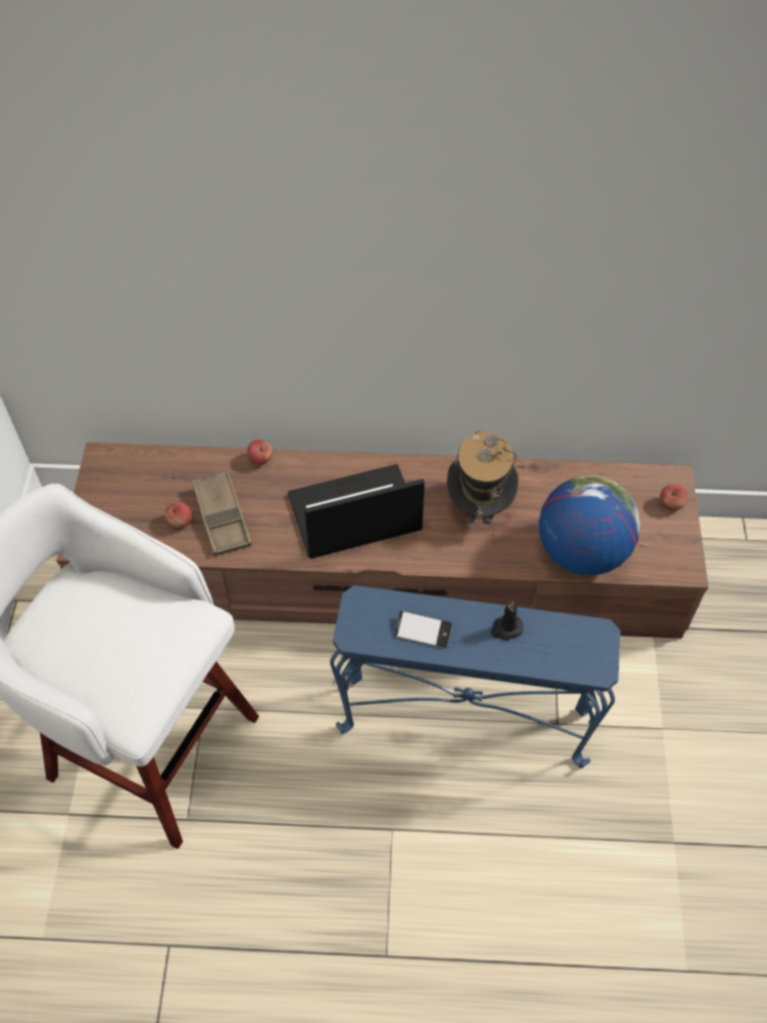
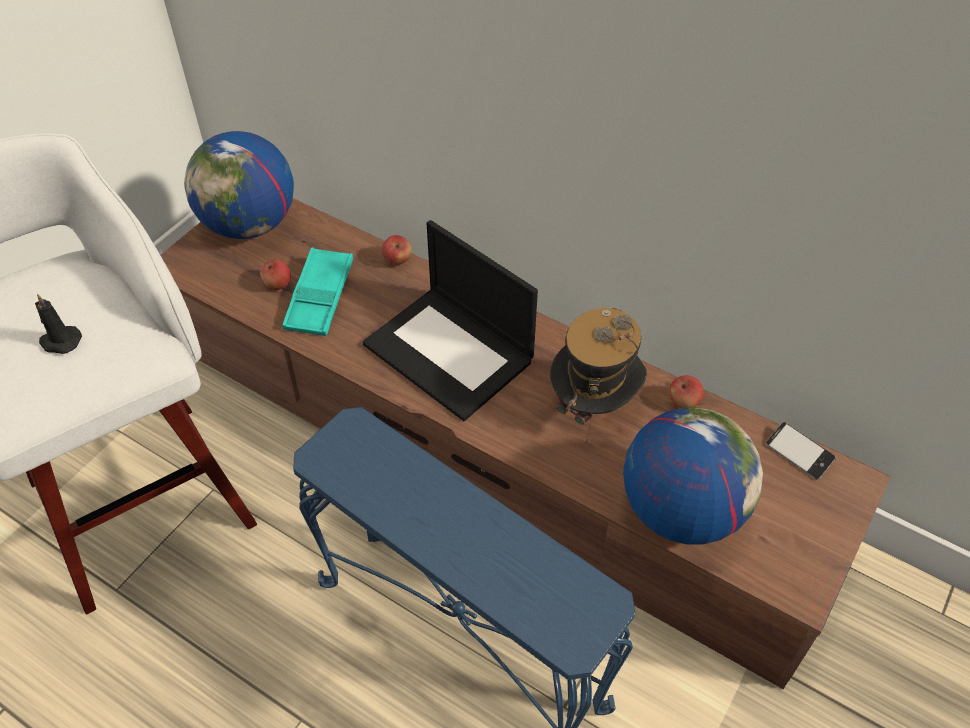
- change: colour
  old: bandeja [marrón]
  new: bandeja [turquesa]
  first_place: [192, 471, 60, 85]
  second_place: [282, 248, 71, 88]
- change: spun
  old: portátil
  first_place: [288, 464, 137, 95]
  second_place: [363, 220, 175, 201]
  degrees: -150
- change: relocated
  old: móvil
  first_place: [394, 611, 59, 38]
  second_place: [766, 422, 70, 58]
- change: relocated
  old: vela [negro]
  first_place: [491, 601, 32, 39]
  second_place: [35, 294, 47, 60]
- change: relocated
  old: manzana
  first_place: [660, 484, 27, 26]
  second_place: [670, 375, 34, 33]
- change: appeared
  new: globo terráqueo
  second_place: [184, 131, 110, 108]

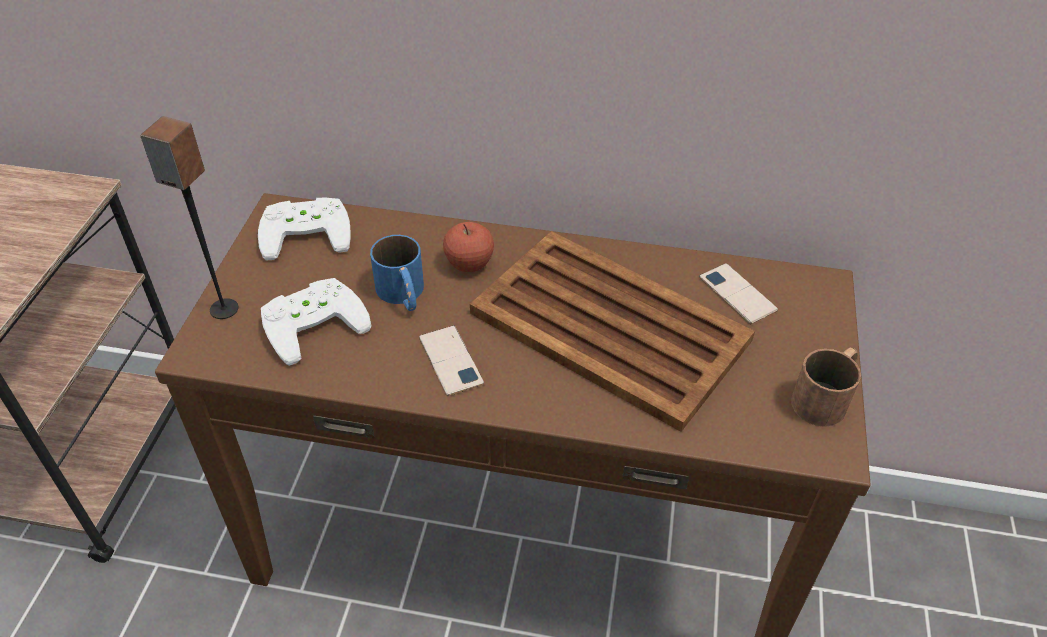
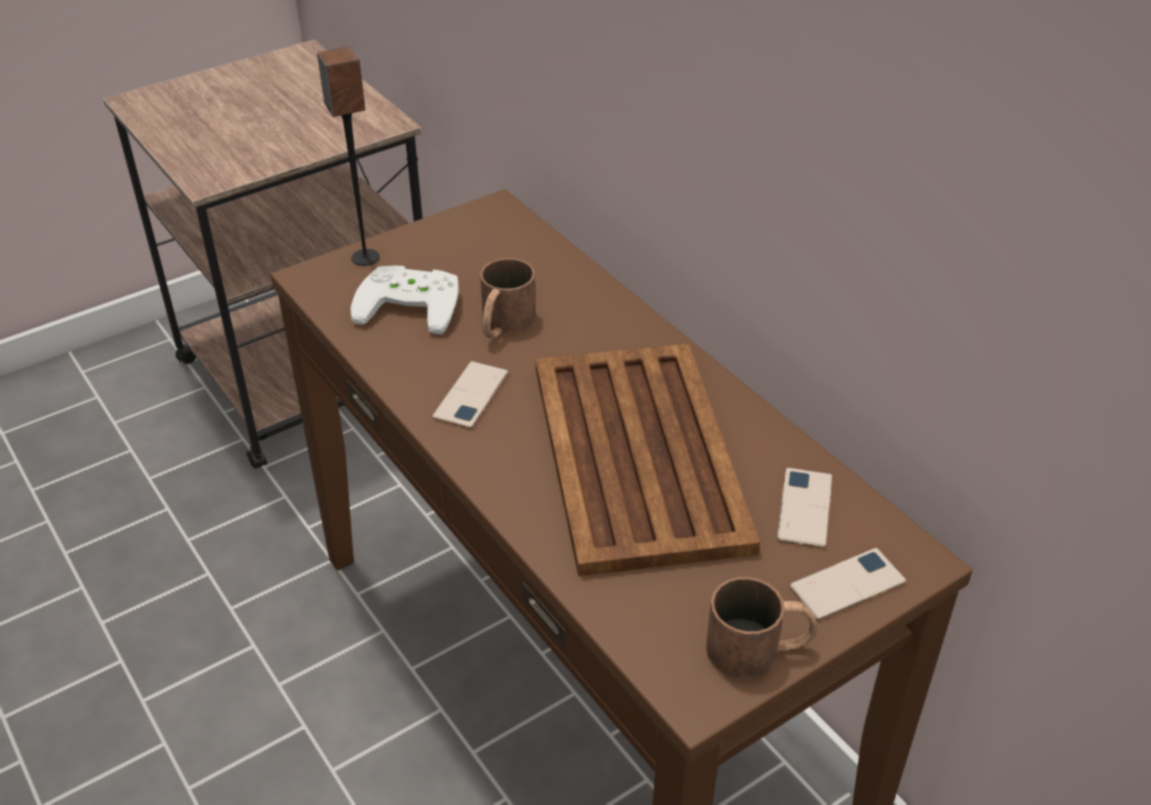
- change: missing
  old: mando de consola [blanco]
  first_place: [258, 197, 93, 64]
- change: colour
  old: taza grande [azul]
  new: taza grande [marrón]
  first_place: [370, 235, 54, 76]
  second_place: [480, 258, 56, 81]
- change: missing
  old: manzana
  first_place: [443, 222, 51, 50]
- change: appeared
  new: móvil
  second_place: [789, 548, 118, 72]

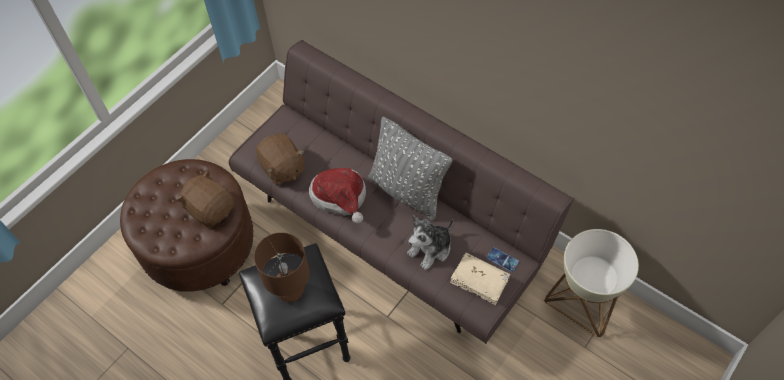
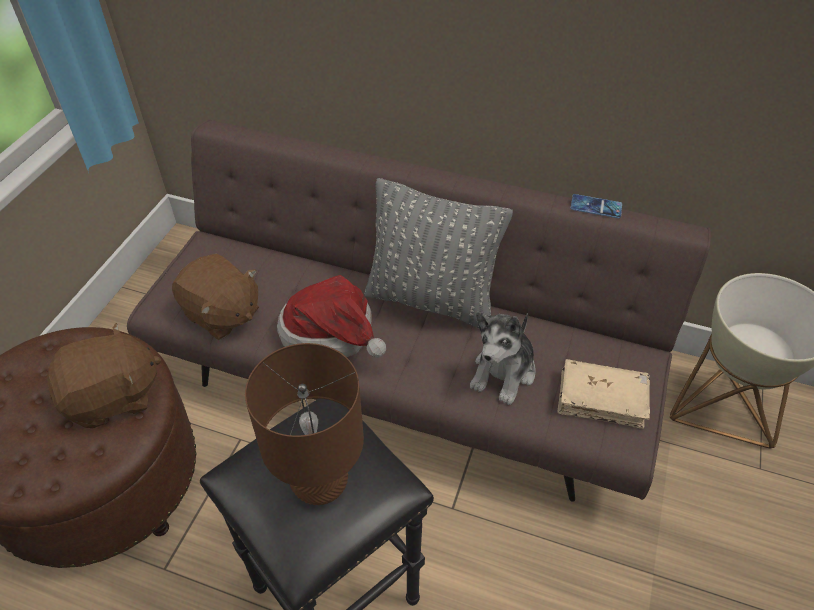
- change: spun
  old: peluche [marrón]
  first_place: [176, 170, 59, 59]
  second_place: [47, 323, 114, 105]
  degrees: 135
- change: relocated
  old: móvil
  first_place: [486, 247, 33, 25]
  second_place: [570, 194, 52, 24]

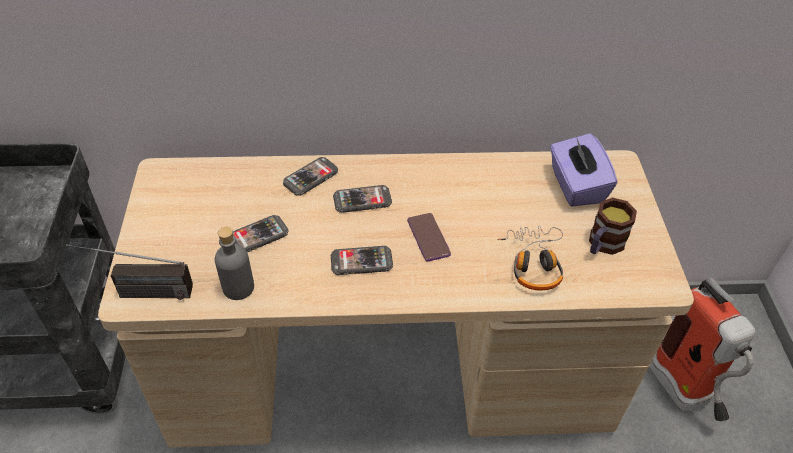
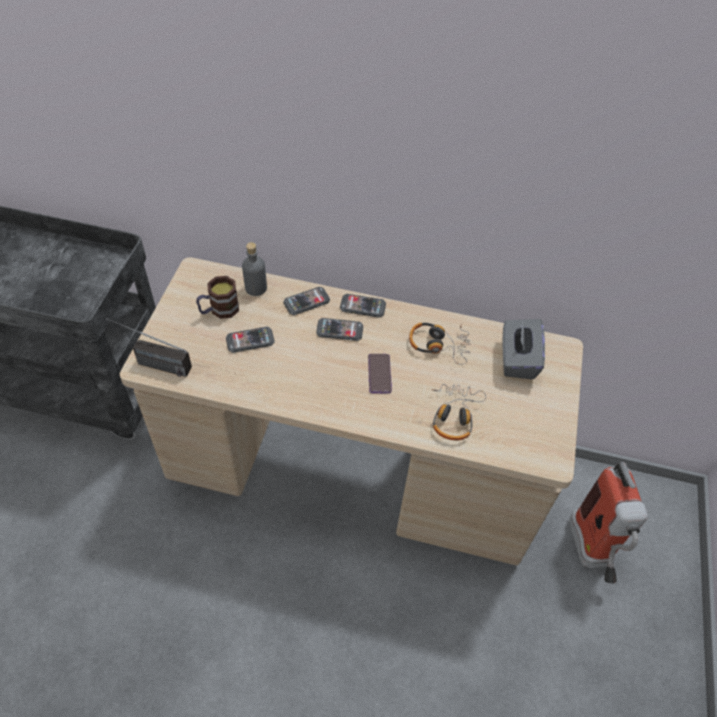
- change: relocated
  old: botella [gris]
  first_place: [215, 227, 39, 73]
  second_place: [242, 242, 25, 54]
- change: relocated
  old: móvil
  first_place: [331, 246, 62, 29]
  second_place: [340, 294, 46, 24]
- change: colour
  old: caja de pañuelos [morado]
  new: caja de pañuelos [gris]
  first_place: [550, 133, 67, 74]
  second_place: [503, 319, 42, 60]
- change: relocated
  old: taza grande
  first_place: [589, 198, 48, 57]
  second_place: [196, 276, 43, 43]
- change: appeared
  new: auriculares
  second_place: [409, 322, 61, 43]

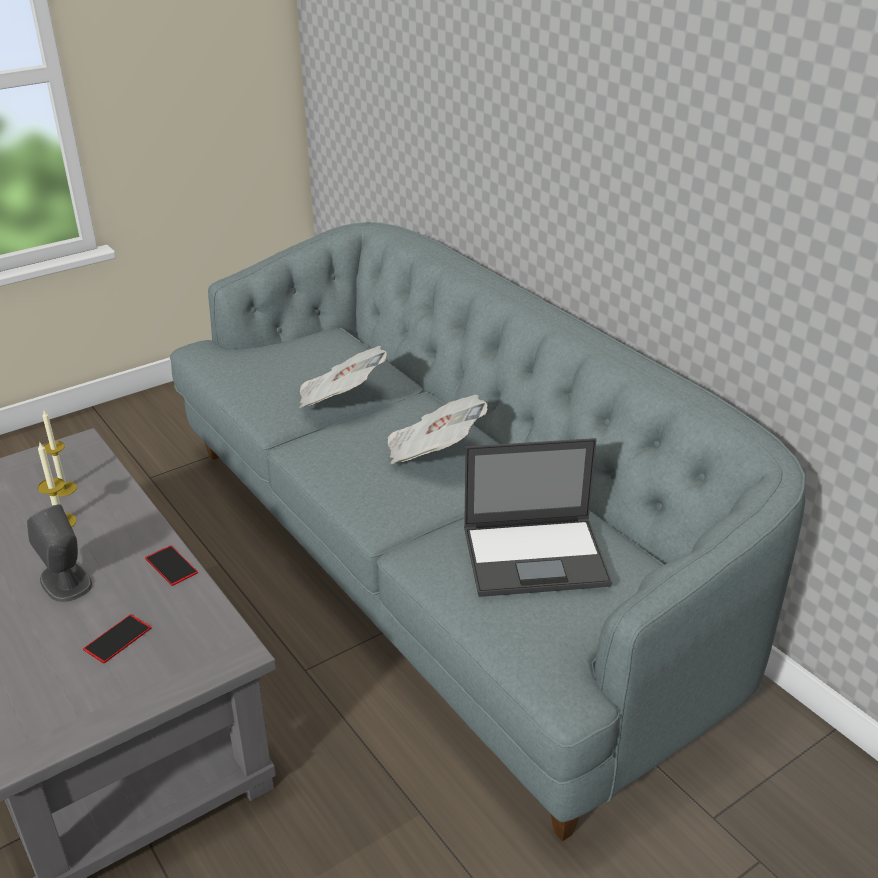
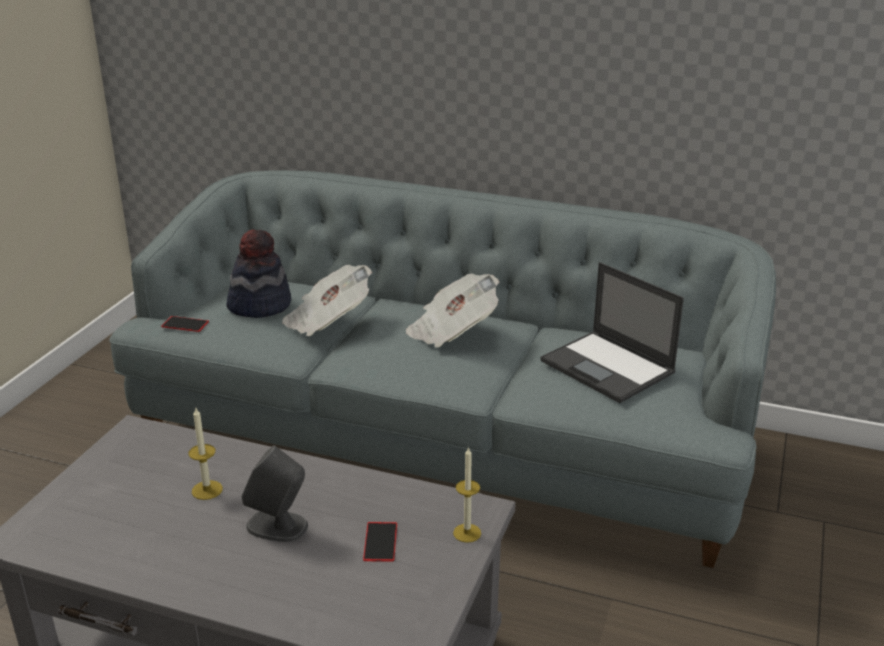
- change: relocated
  old: vela
  first_place: [42, 411, 35, 86]
  second_place: [453, 447, 28, 96]
- change: relocated
  old: móvil
  first_place: [145, 545, 53, 41]
  second_place: [161, 316, 48, 16]
- change: spun
  old: portátil
  first_place: [464, 438, 148, 159]
  second_place: [540, 262, 144, 141]
  degrees: 90
- change: appeared
  new: sombrero
  second_place: [226, 229, 65, 89]

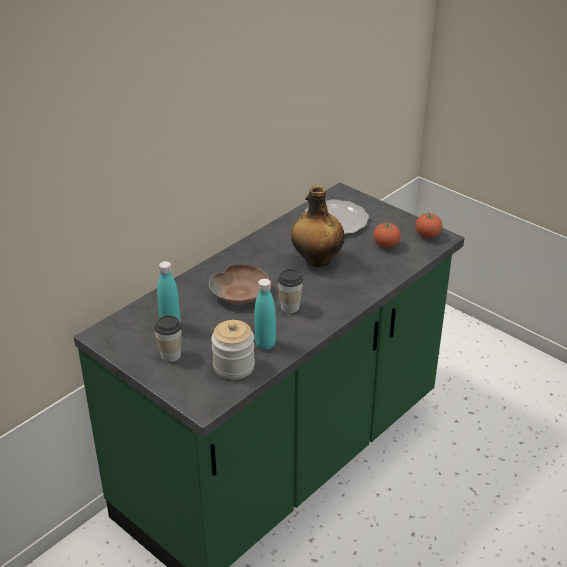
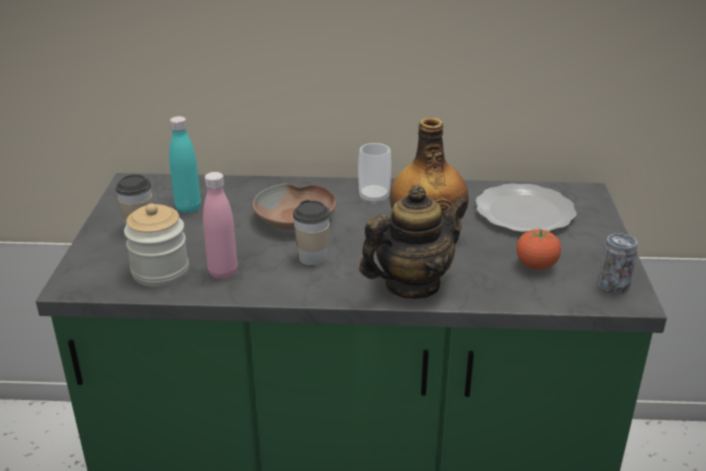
- change: colour
  old: botella [turquesa]
  new: botella [rosa]
  first_place: [254, 278, 22, 72]
  second_place: [203, 172, 35, 108]
- change: exchanged
  old: tomate
  new: lata
  first_place: [415, 212, 27, 26]
  second_place: [597, 233, 41, 61]
- change: appeared
  new: taza
  second_place: [358, 143, 33, 61]
- change: appeared
  new: tetera
  second_place: [359, 185, 108, 114]

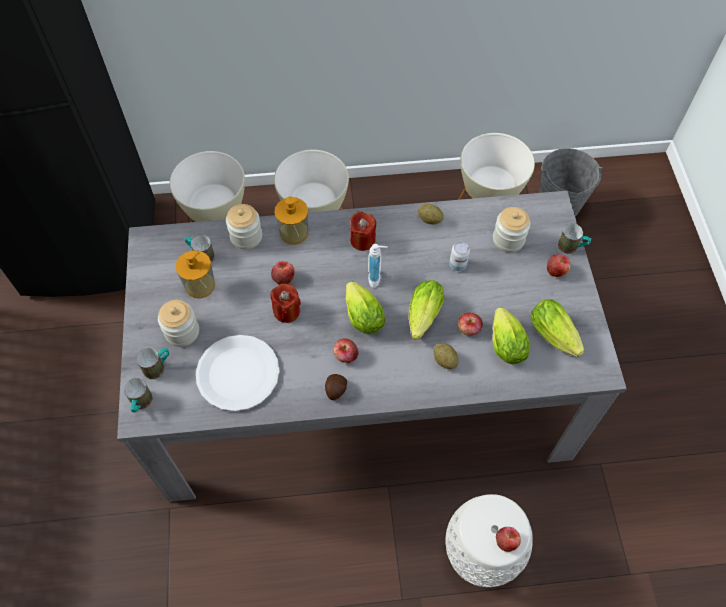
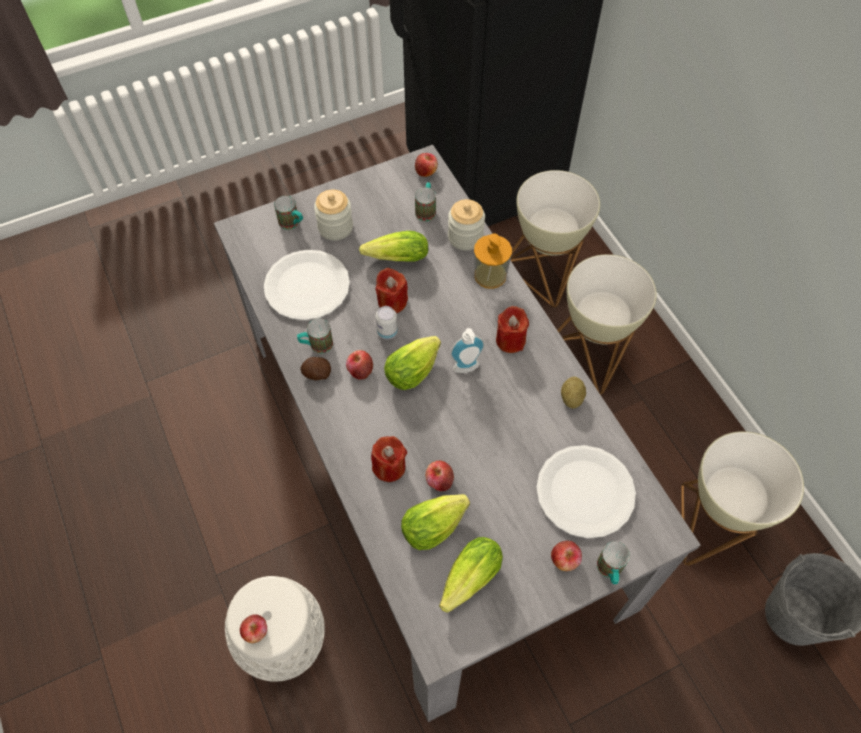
- change: relocated
  old: taza grande
  first_place: [124, 378, 29, 35]
  second_place: [297, 318, 36, 36]
- change: missing
  old: dispensador de jabón
  first_place: [175, 250, 40, 48]
- change: relocated
  old: manzana
  first_place: [271, 261, 24, 24]
  second_place: [415, 153, 23, 24]
- change: relocated
  old: lechuga
  first_place: [409, 280, 36, 60]
  second_place: [359, 231, 69, 31]
- change: exchanged
  old: patata
  new: vela [rojo]
  first_place: [434, 343, 25, 26]
  second_place: [371, 436, 36, 46]
- change: relocated
  old: lata
  first_place: [449, 242, 21, 29]
  second_place: [376, 306, 22, 34]
- change: exchanged
  old: tarro
  new: plato [blanco]
  first_place: [493, 207, 37, 46]
  second_place: [536, 445, 100, 93]

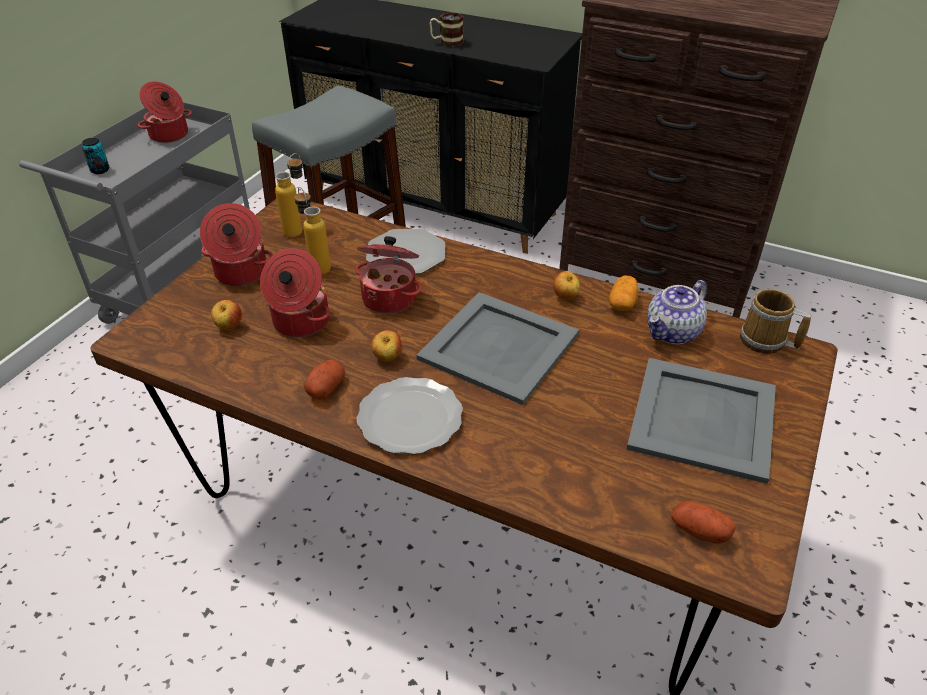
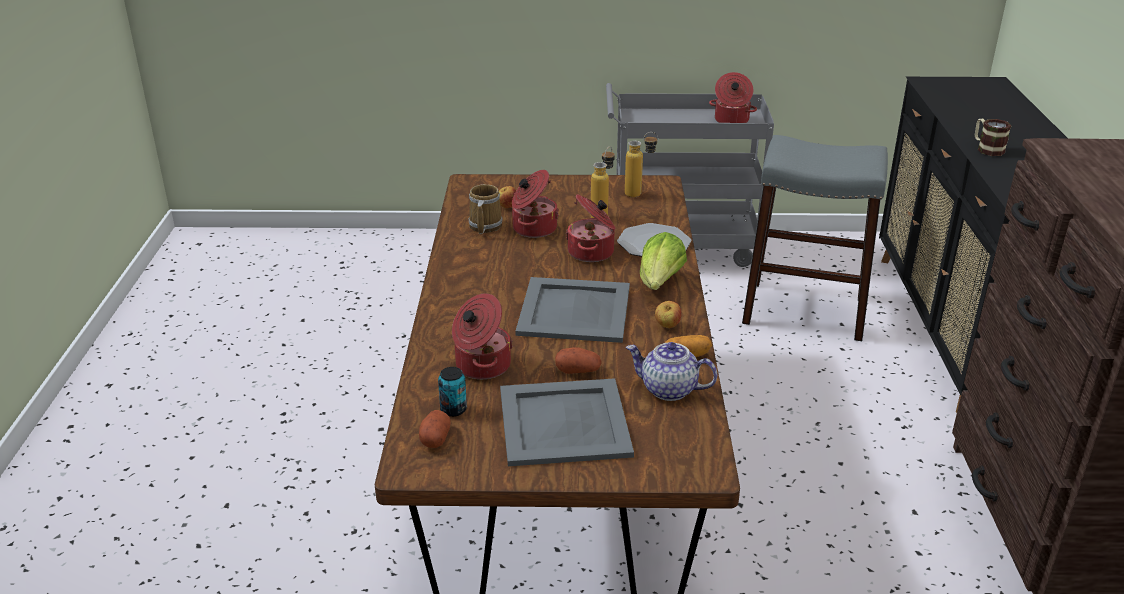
- change: relocated
  old: lata
  first_place: [82, 138, 27, 36]
  second_place: [438, 367, 29, 50]
- change: relocated
  old: olla
  first_place: [200, 203, 73, 83]
  second_place: [452, 293, 61, 86]
- change: relocated
  old: patata
  first_place: [304, 360, 41, 40]
  second_place: [555, 347, 46, 27]
- change: missing
  old: plato
  first_place: [356, 377, 107, 77]
- change: missing
  old: manzana
  first_place: [372, 330, 30, 31]
- change: relocated
  old: taza grande
  first_place: [740, 289, 71, 65]
  second_place: [468, 184, 35, 50]
- change: appeared
  new: lechuga
  second_place: [640, 232, 47, 58]

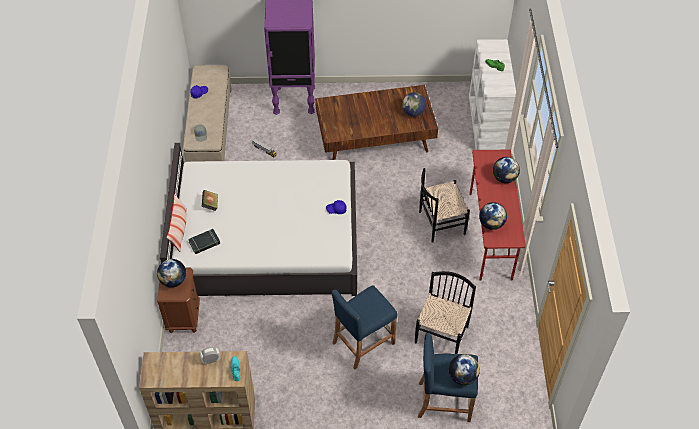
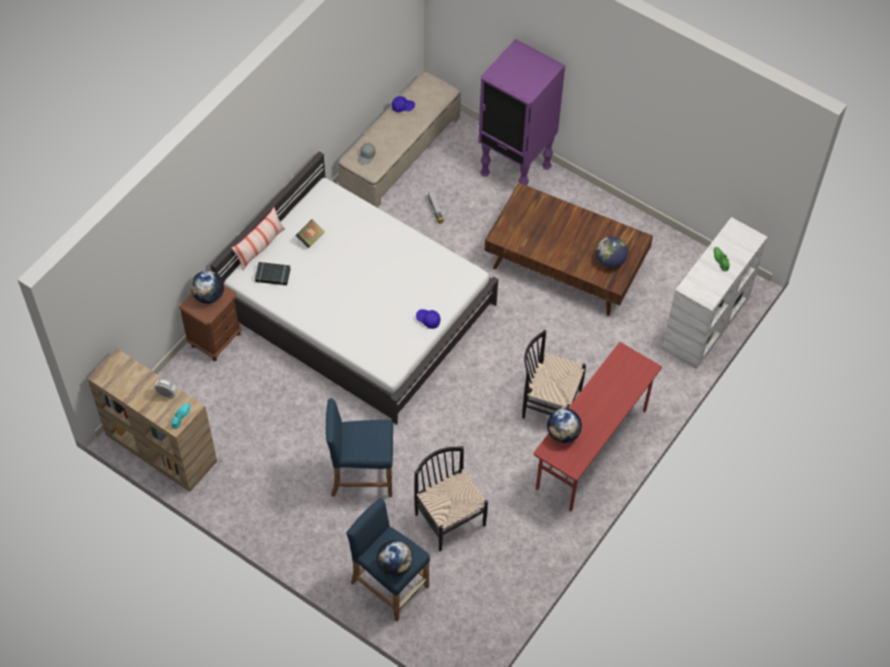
- change: spun
  old: silla [negro]
  first_place: [415, 271, 61, 83]
  second_place: [414, 446, 74, 105]
  degrees: -90
- change: missing
  old: globo terráqueo
  first_place: [493, 157, 27, 26]

